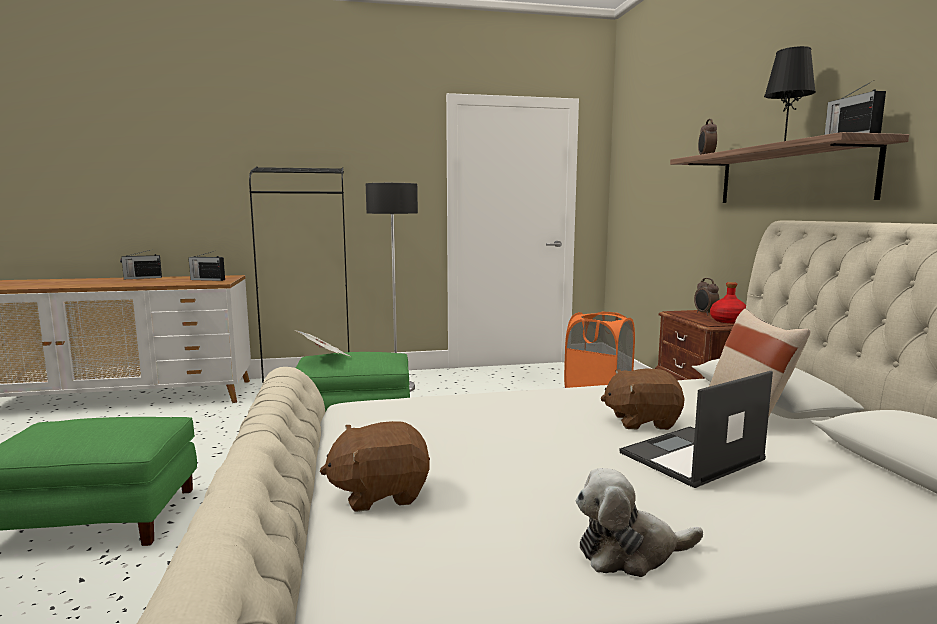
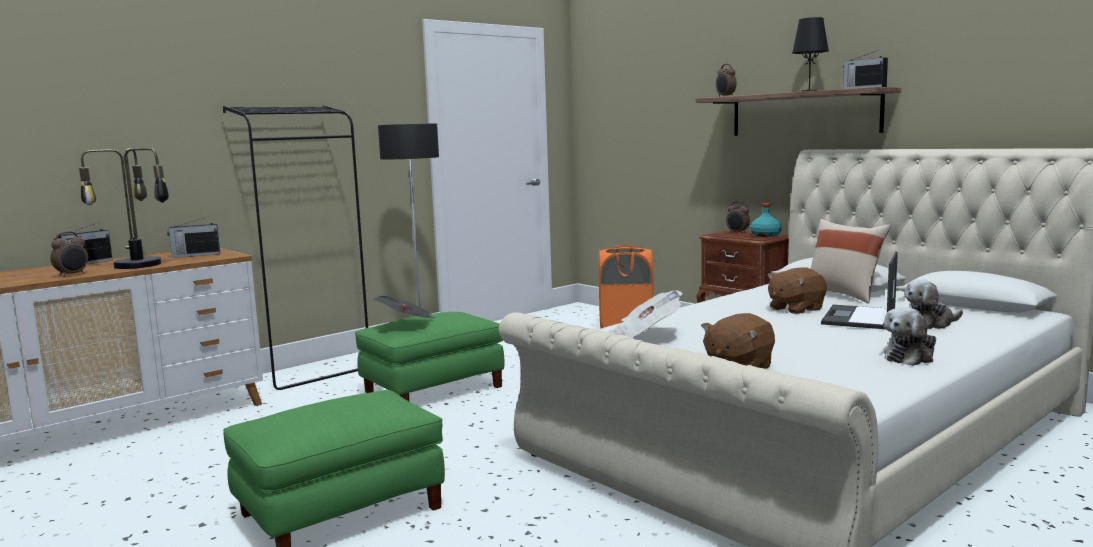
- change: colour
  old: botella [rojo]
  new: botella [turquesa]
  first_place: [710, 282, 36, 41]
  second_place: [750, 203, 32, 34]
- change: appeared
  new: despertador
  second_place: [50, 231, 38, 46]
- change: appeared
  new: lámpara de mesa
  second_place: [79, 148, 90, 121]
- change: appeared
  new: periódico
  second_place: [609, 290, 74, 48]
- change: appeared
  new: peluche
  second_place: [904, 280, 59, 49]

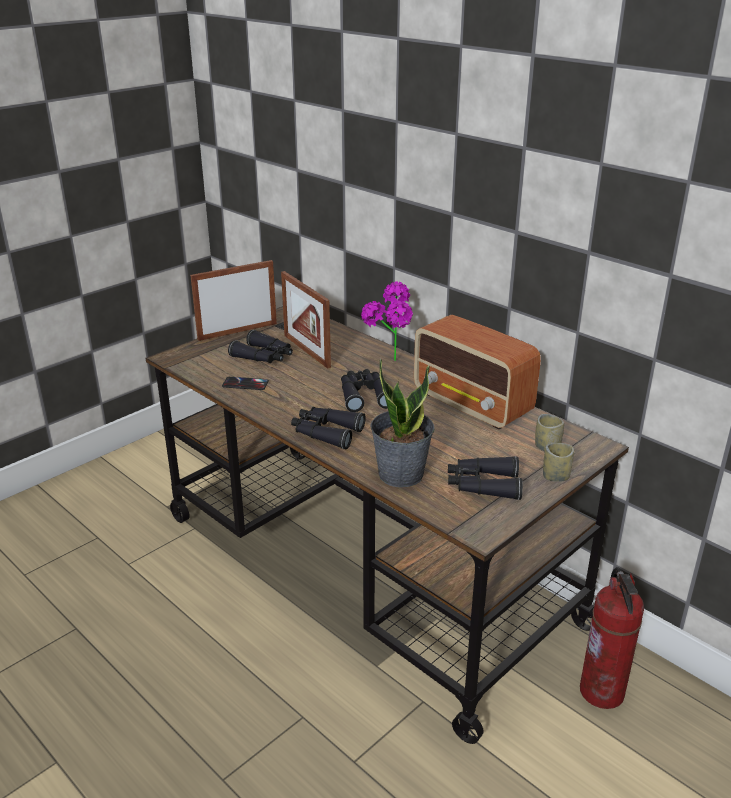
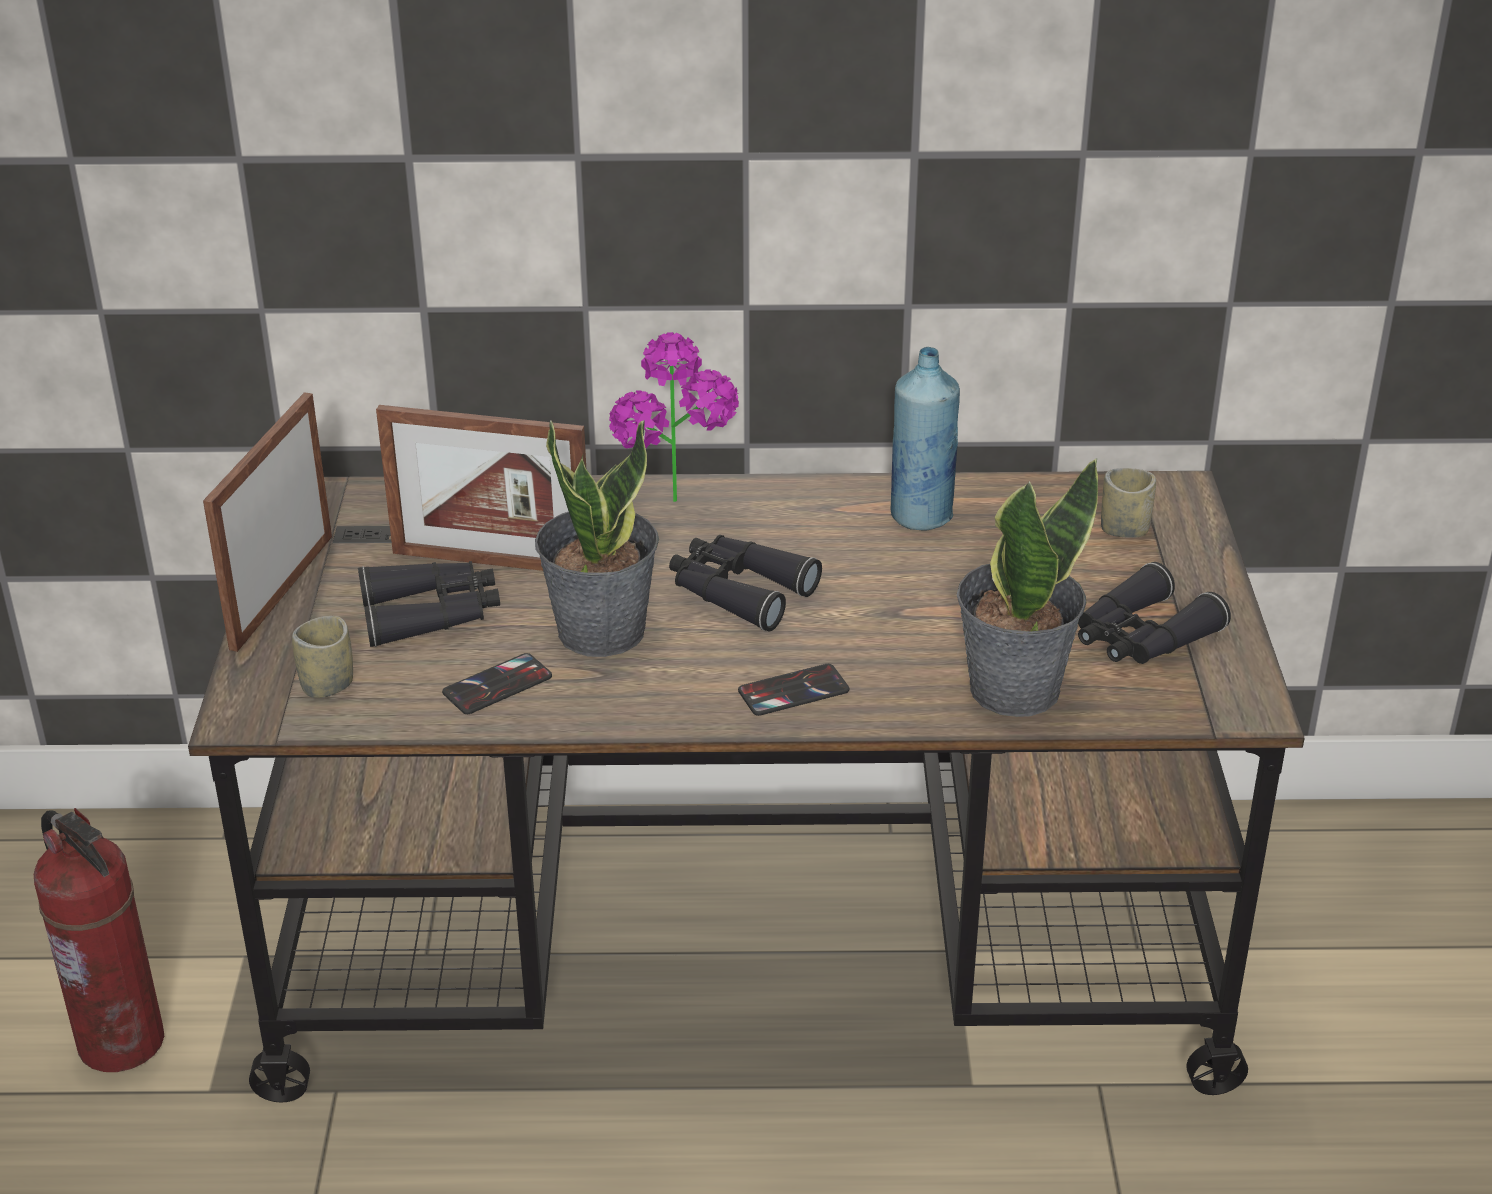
- change: exchanged
  old: prismáticos [negro]
  new: móvil
  first_place: [291, 407, 75, 42]
  second_place: [738, 664, 111, 52]
- change: exchanged
  old: radio
  new: botella [azul]
  first_place: [414, 315, 127, 114]
  second_place: [890, 347, 70, 184]
- change: relocated
  old: taza
  first_place: [543, 443, 31, 39]
  second_place: [292, 616, 61, 82]
- change: relocated
  old: extintor
  first_place: [580, 567, 64, 142]
  second_place: [34, 808, 130, 264]
- change: appeared
  new: planta en maceta
  second_place: [535, 420, 124, 237]

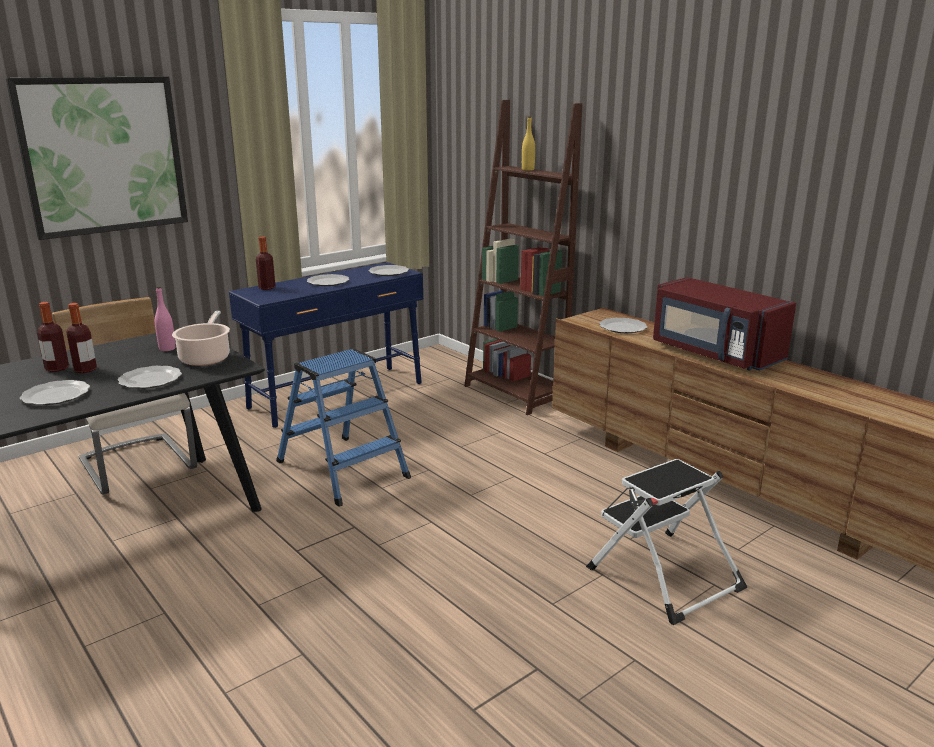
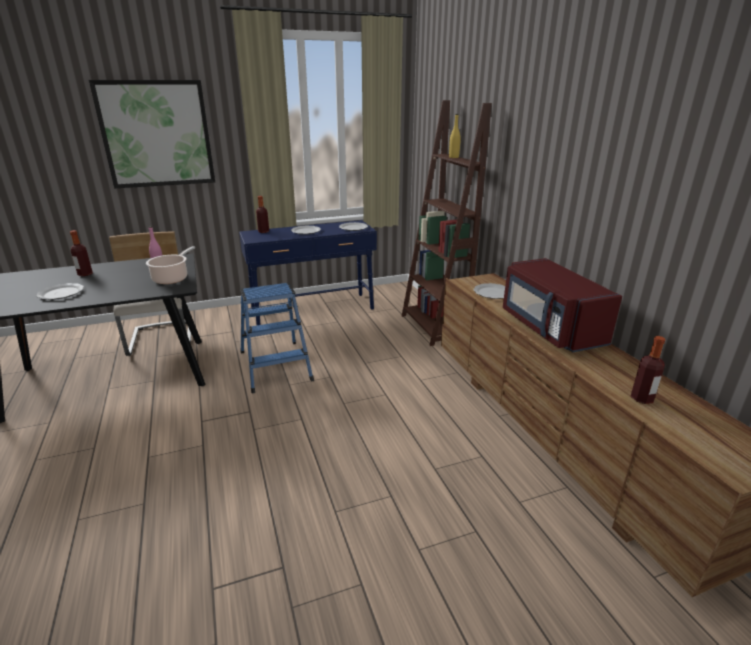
- change: relocated
  old: botella
  first_place: [66, 303, 31, 70]
  second_place: [631, 336, 34, 68]
- change: missing
  old: plato
  first_place: [118, 366, 64, 23]
- change: missing
  old: escalera de tijera
  first_place: [586, 459, 161, 166]

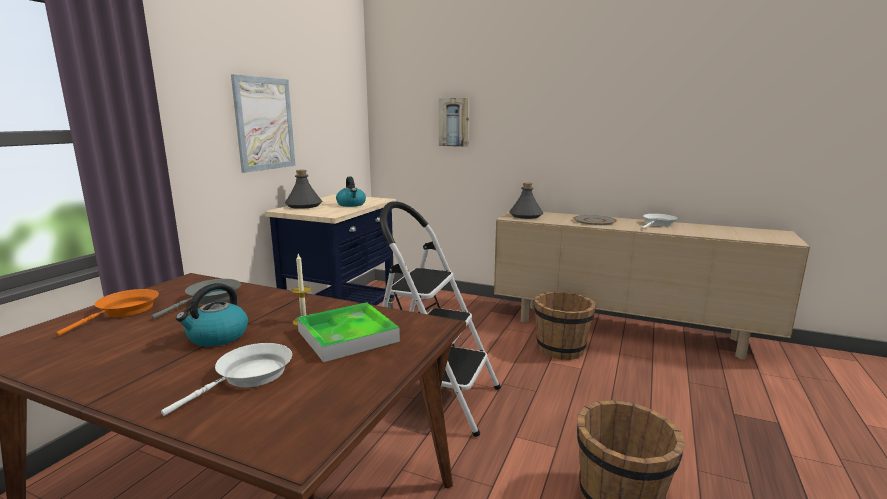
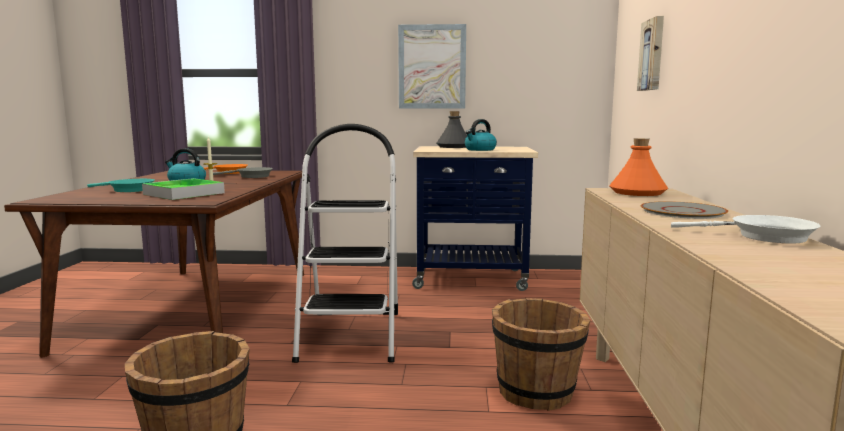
- change: colour
  old: sartén [blanco]
  new: sartén [turquesa]
  first_place: [161, 343, 131, 73]
  second_place: [87, 179, 68, 13]
- change: colour
  old: botella [gris]
  new: botella [naranja]
  first_place: [509, 182, 34, 37]
  second_place: [609, 138, 59, 58]

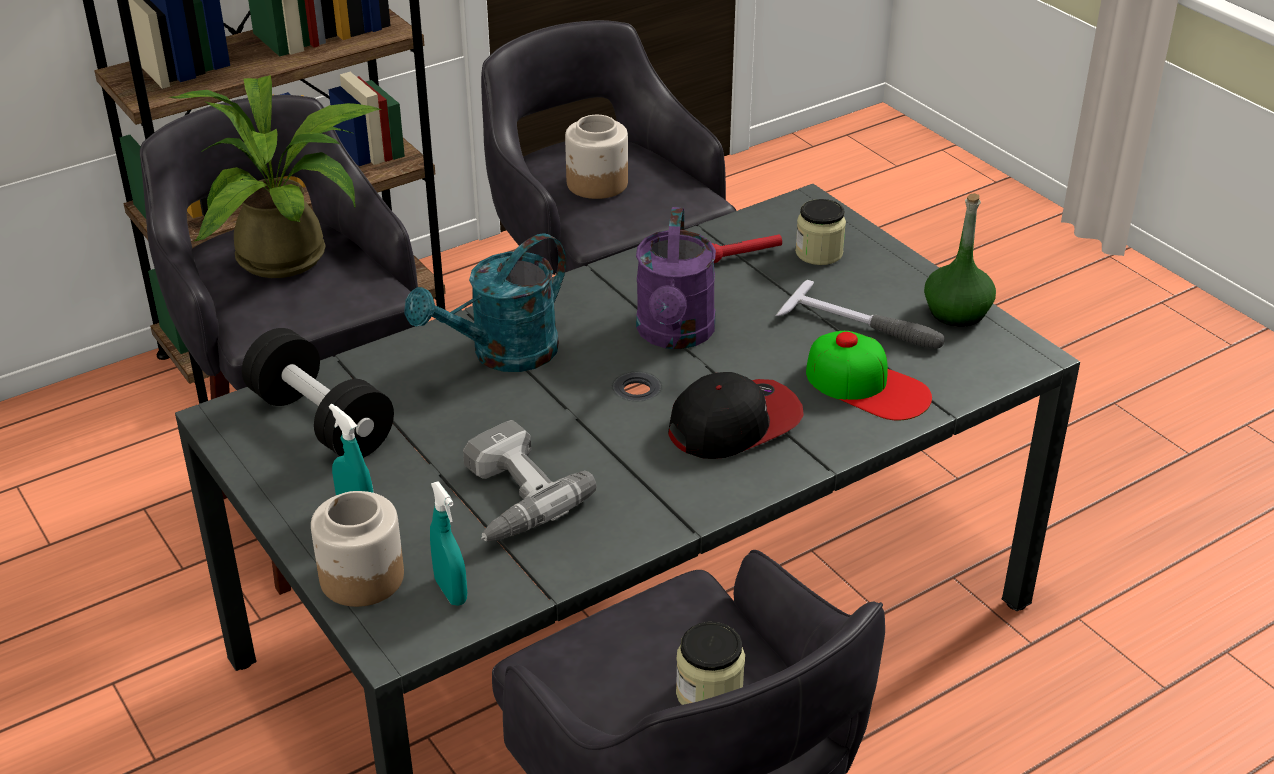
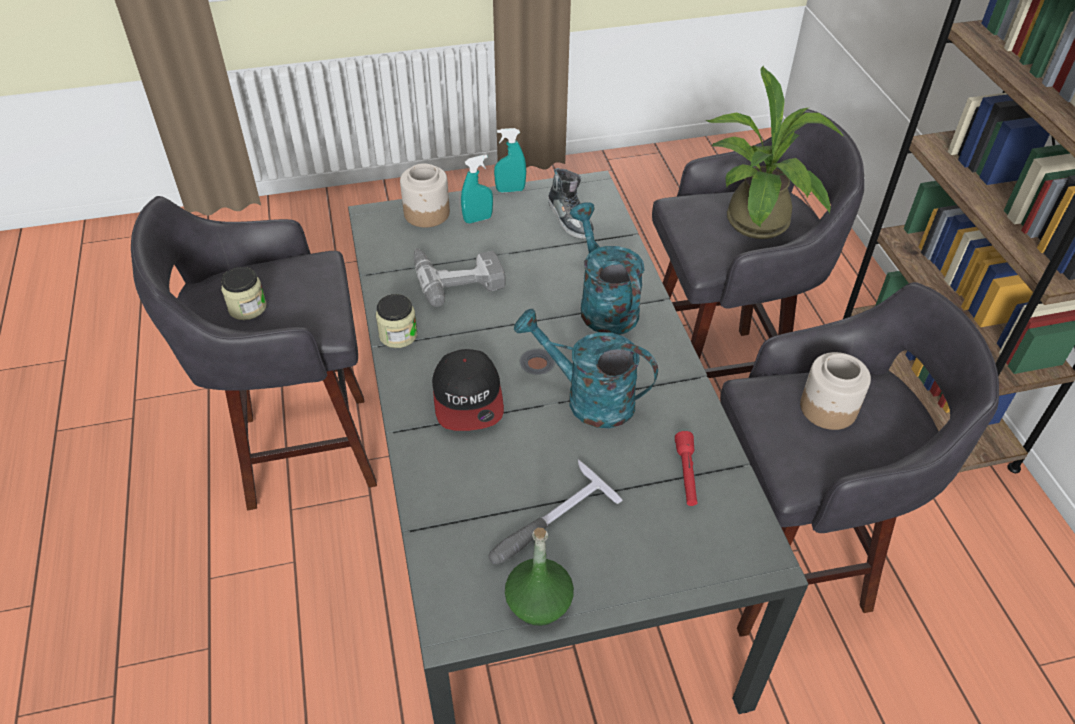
- change: exchanged
  old: mancuerna [negro]
  new: zapato
  first_place: [242, 328, 152, 130]
  second_place: [548, 168, 46, 71]
- change: relocated
  old: pulverizador [turquesa]
  first_place: [430, 481, 37, 125]
  second_place: [494, 128, 32, 65]
- change: colour
  old: regadera [morado]
  new: regadera [turquesa]
  first_place: [636, 207, 80, 142]
  second_place: [514, 309, 144, 119]
- change: relocated
  old: tarro
  first_place: [795, 199, 51, 66]
  second_place: [376, 294, 41, 54]
- change: missing
  old: gorra
  first_place: [806, 331, 126, 90]

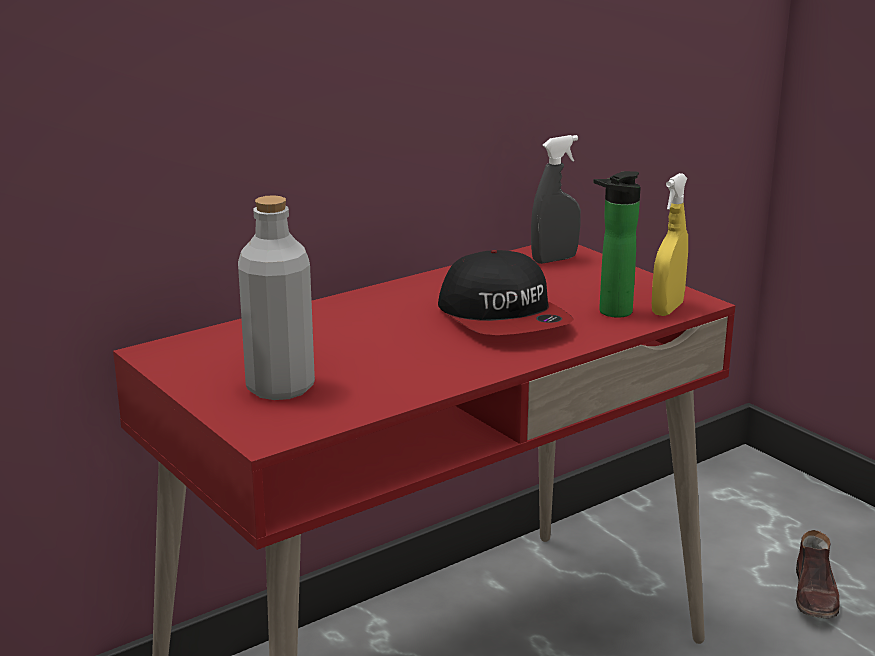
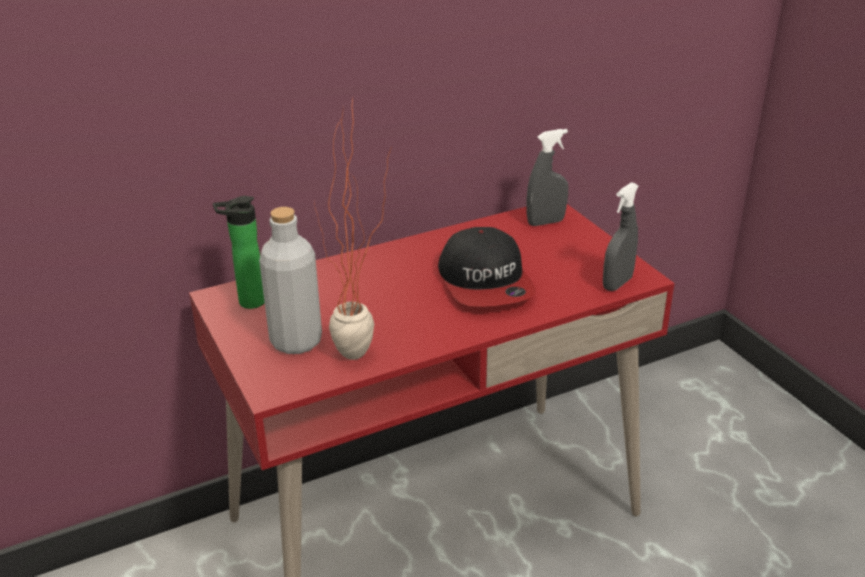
- change: relocated
  old: botella
  first_place: [593, 171, 48, 147]
  second_place: [213, 196, 52, 113]
- change: colour
  old: pulverizador [amarillo]
  new: pulverizador [gris]
  first_place: [652, 173, 36, 143]
  second_place: [603, 182, 36, 109]
- change: missing
  old: zapato [marrón]
  first_place: [796, 530, 44, 89]
- change: appeared
  new: planta en maceta
  second_place: [314, 98, 77, 262]

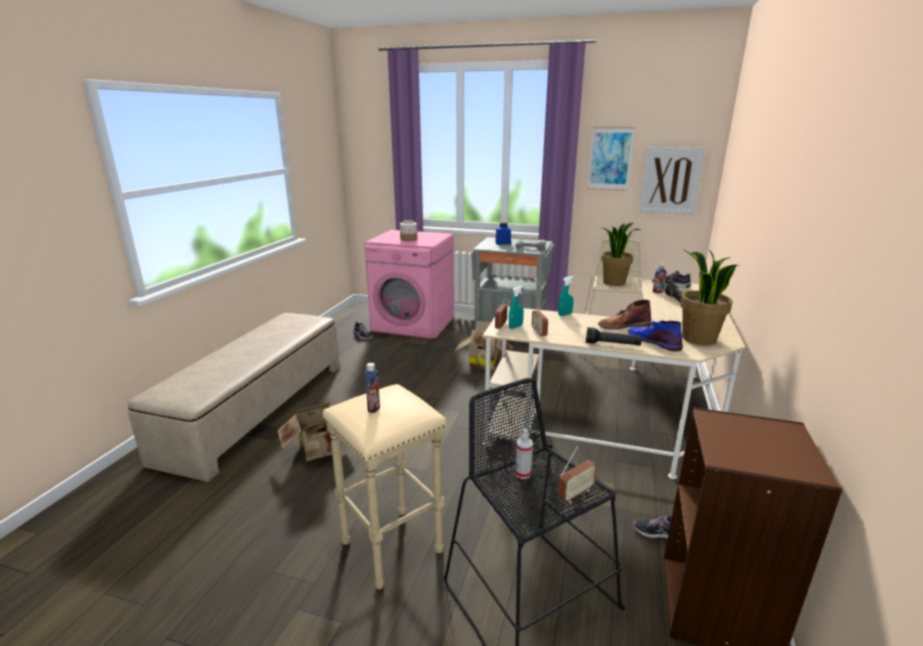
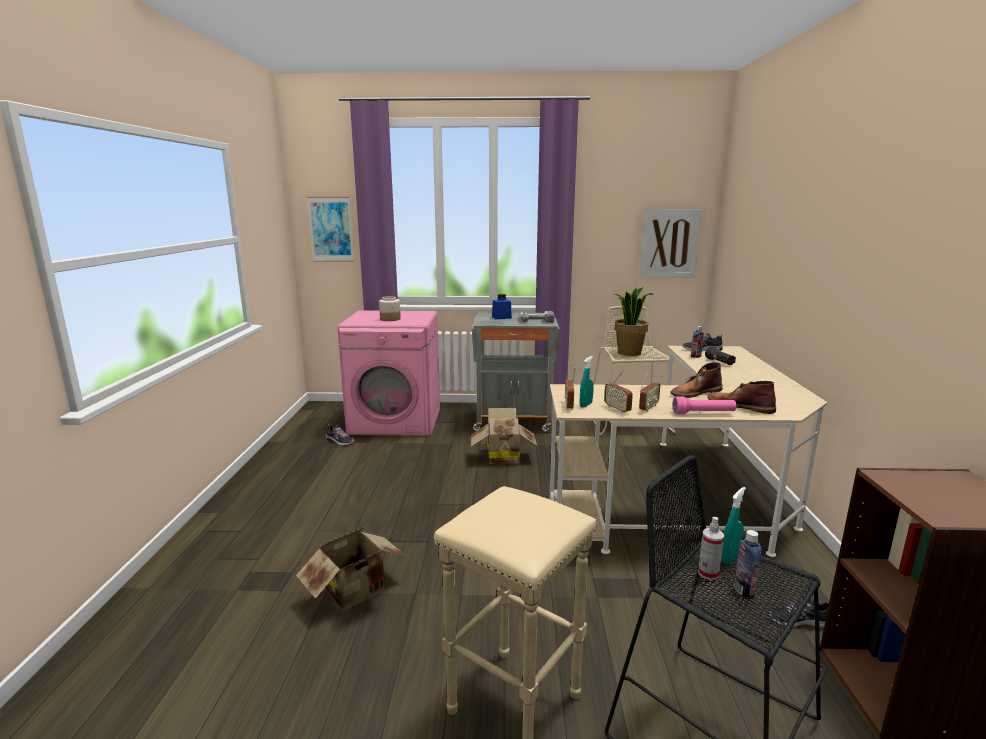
- change: missing
  old: banco [beis]
  first_place: [128, 313, 212, 169]
- change: relocated
  old: botella
  first_place: [365, 363, 15, 50]
  second_place: [734, 530, 28, 69]
- change: relocated
  old: pulverizador [turquesa]
  first_place: [558, 276, 16, 40]
  second_place: [721, 487, 25, 77]
- change: relocated
  old: radio
  first_place: [558, 446, 39, 57]
  second_place: [639, 368, 21, 44]
- change: colour
  old: linterna [negro]
  new: linterna [rosa]
  first_place: [586, 327, 56, 19]
  second_place: [672, 396, 65, 18]
- change: relocated
  old: cuadro
  first_place: [588, 127, 47, 64]
  second_place: [307, 197, 47, 65]
- change: colour
  old: bota [azul]
  new: bota [marrón]
  first_place: [628, 321, 55, 31]
  second_place: [707, 381, 69, 33]
- change: missing
  old: planta en maceta
  first_place: [680, 249, 58, 96]

